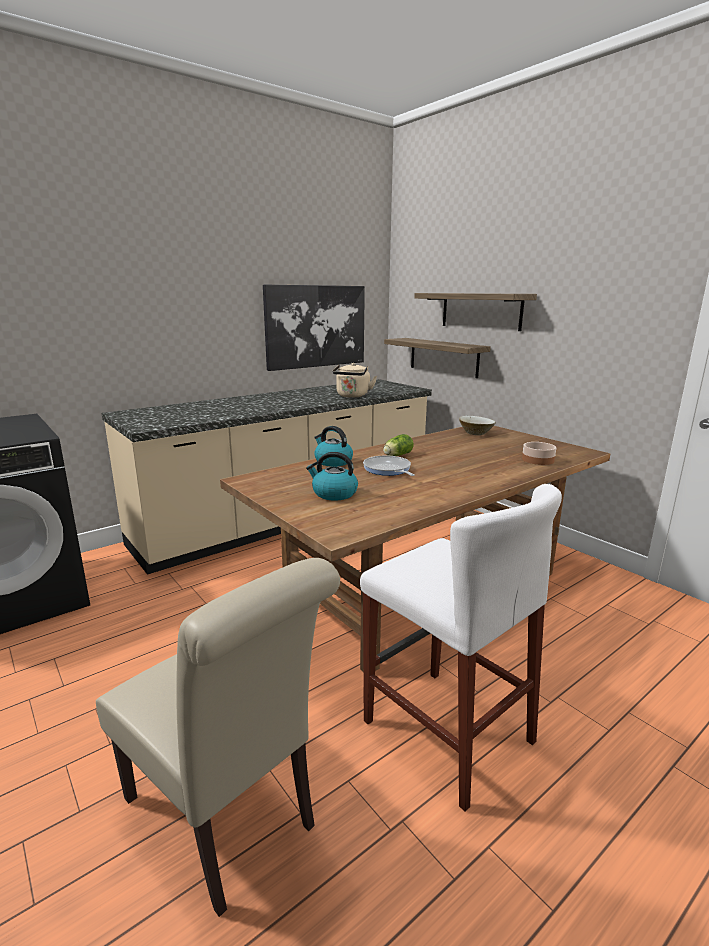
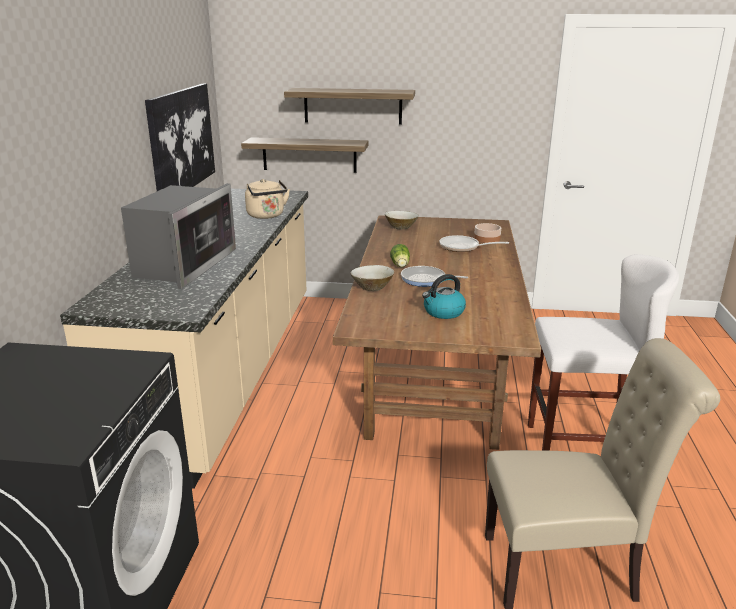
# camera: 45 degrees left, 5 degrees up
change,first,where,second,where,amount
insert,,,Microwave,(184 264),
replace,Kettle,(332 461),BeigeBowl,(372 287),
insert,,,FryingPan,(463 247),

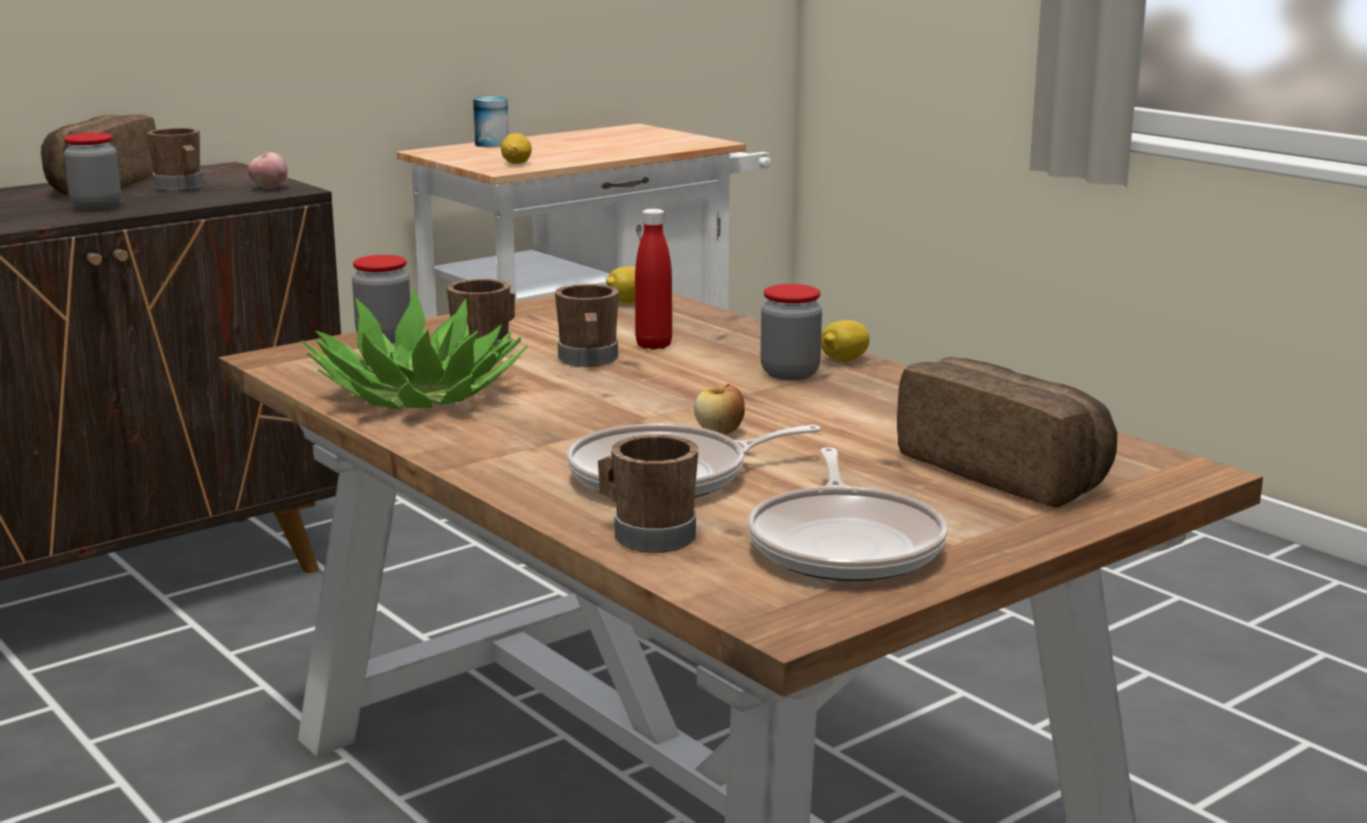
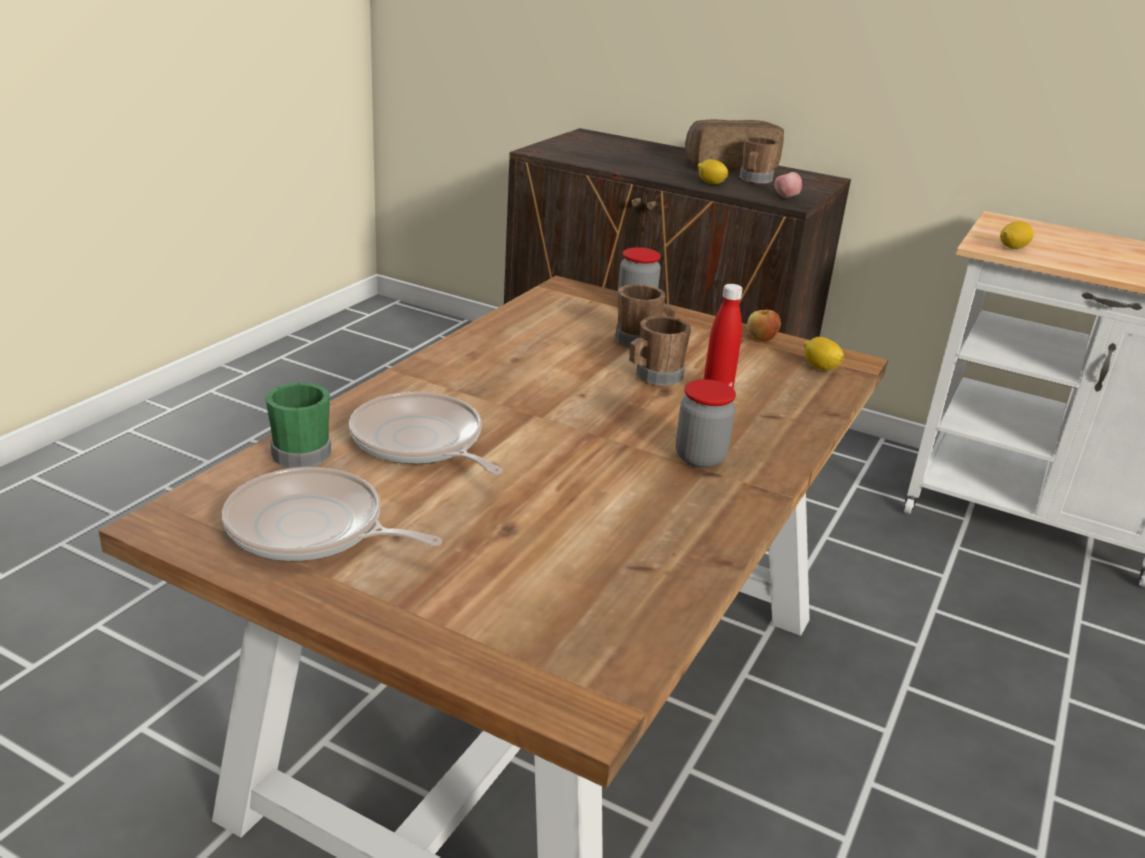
# camera: 65 degrees right, 10 degrees up
change,first,where,second,where,amount
rotate,FryingPan,(846 545),,(312 529),45 degrees clockwise
recolor,BrownMug,(646 535),GreenMug,(305 451),
move,Lemon,(844 360),,(711 183),
move,Apple,(719 432),,(761 338),
delete,Jar,(96 207),,,
delete,PottedPlant,(419 394),,,
delete,Can,(492 144),,,
delete,Bread,(1007 472),,,

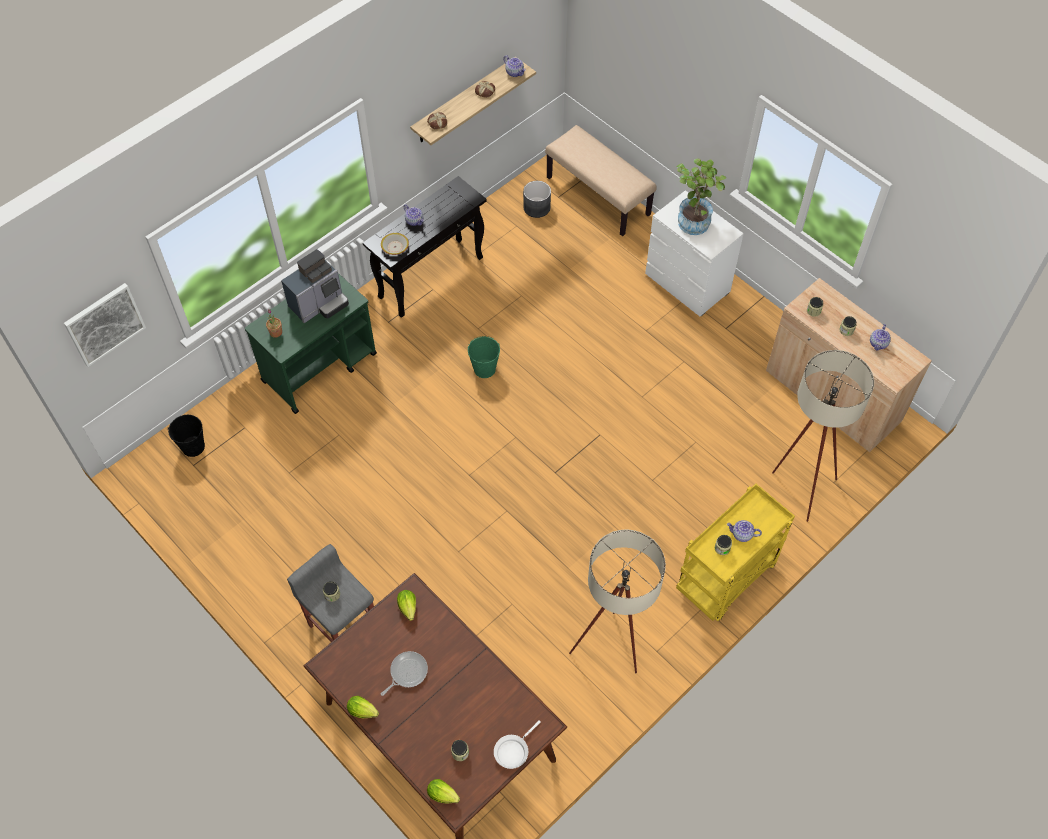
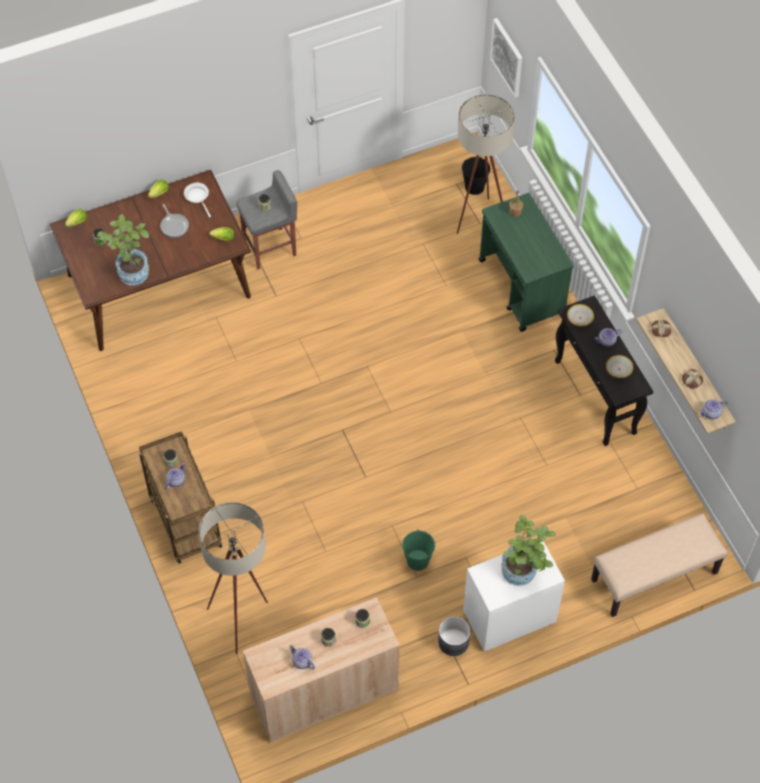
# camera: 110 degrees right, 0 degrees up
change,first,where,second,where,amount
insert,,,PottedPlant,(131 269),
recolor,YellowCart,(726 579),BrownCart,(184 521),
move,WhiteFryingPan,(513 750),,(198 197),
move,GreenBucket,(484 369),,(417 560),
move,GreyPlanter,(537 207),,(453 642),
move,BeigeFloorLamp,(612 652),,(478 224),
insert,,,Bowl,(619 369),
delete,CoffeeMachine,(319 304),,,

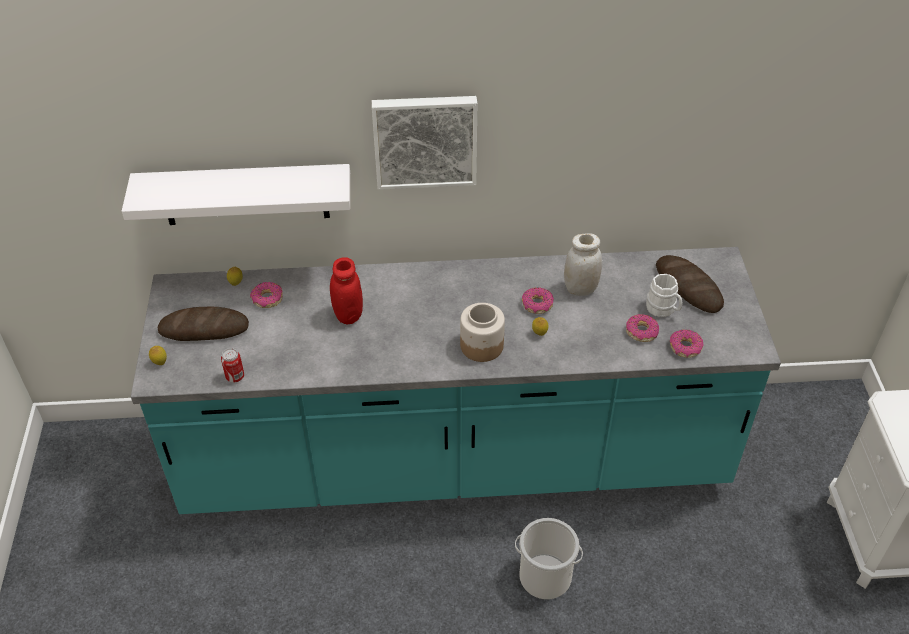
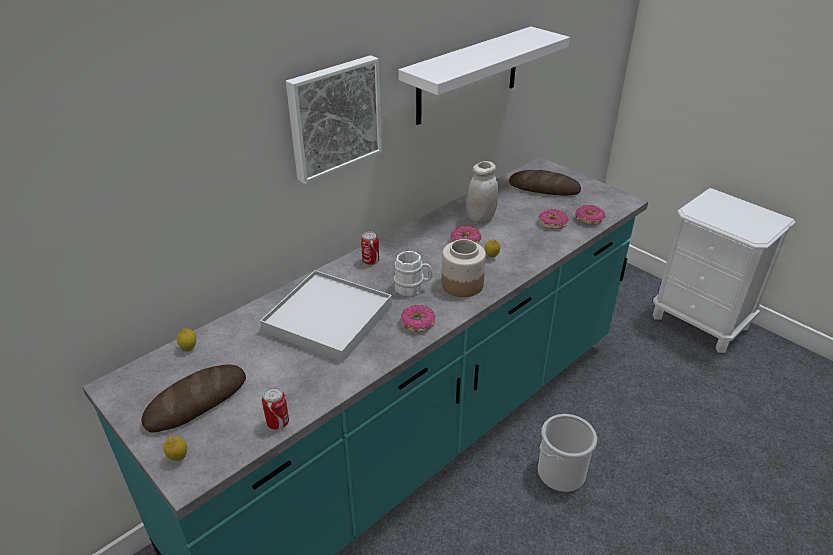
# camera: 40 degrees left, 10 degrees down
change,first,where,second,where,amount
replace,RedJar,(348 315),WhiteTray,(328 318),
insert,,,Can,(370 261),
move,WhiteMug,(663 310),,(413 288),
move,WhiteShelf,(245 194),,(468 75),
move,Donut,(267 299),,(417 323),

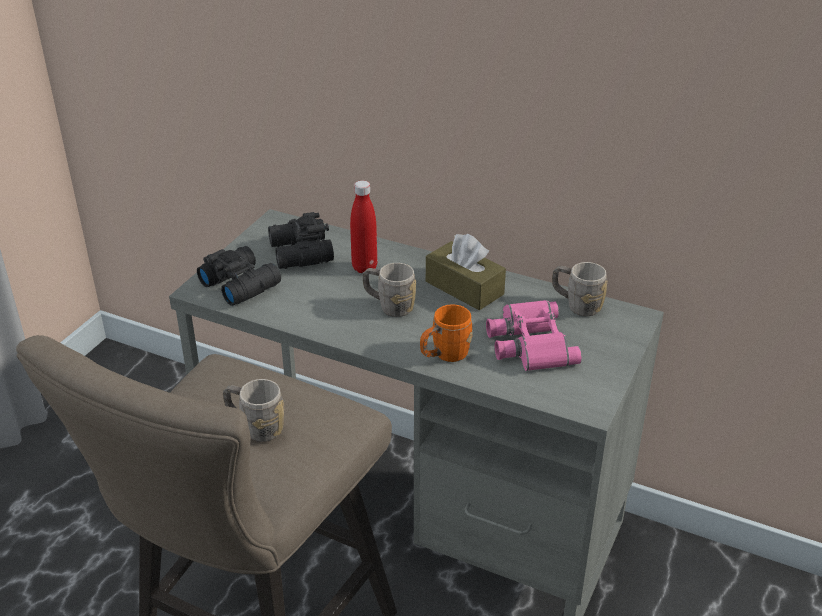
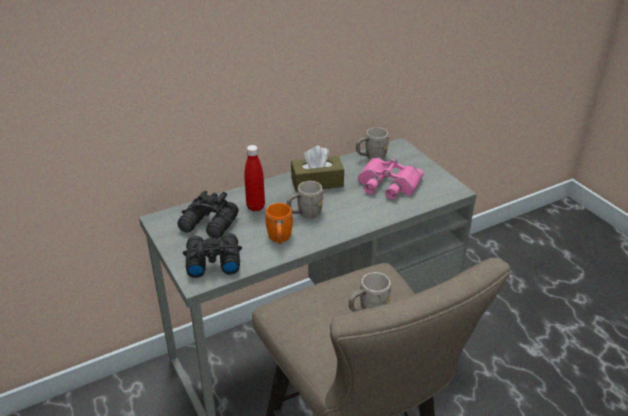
# camera: 55 degrees left, 0 degrees up
change,first,where,second,where,amount
move,OrangeMug,(445 355),,(279 239),

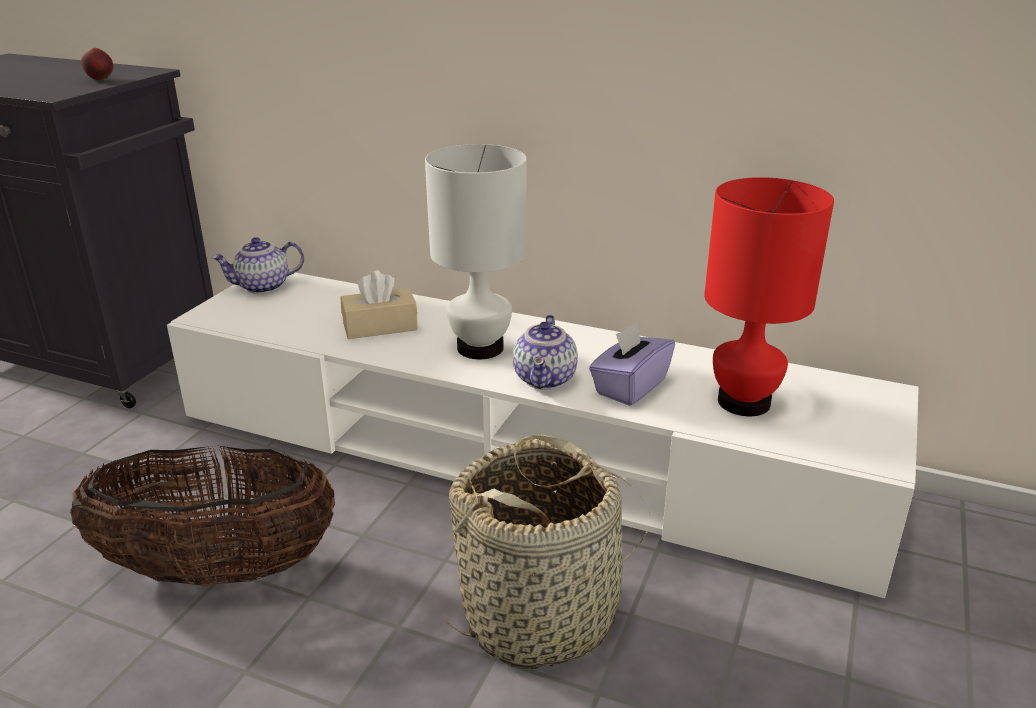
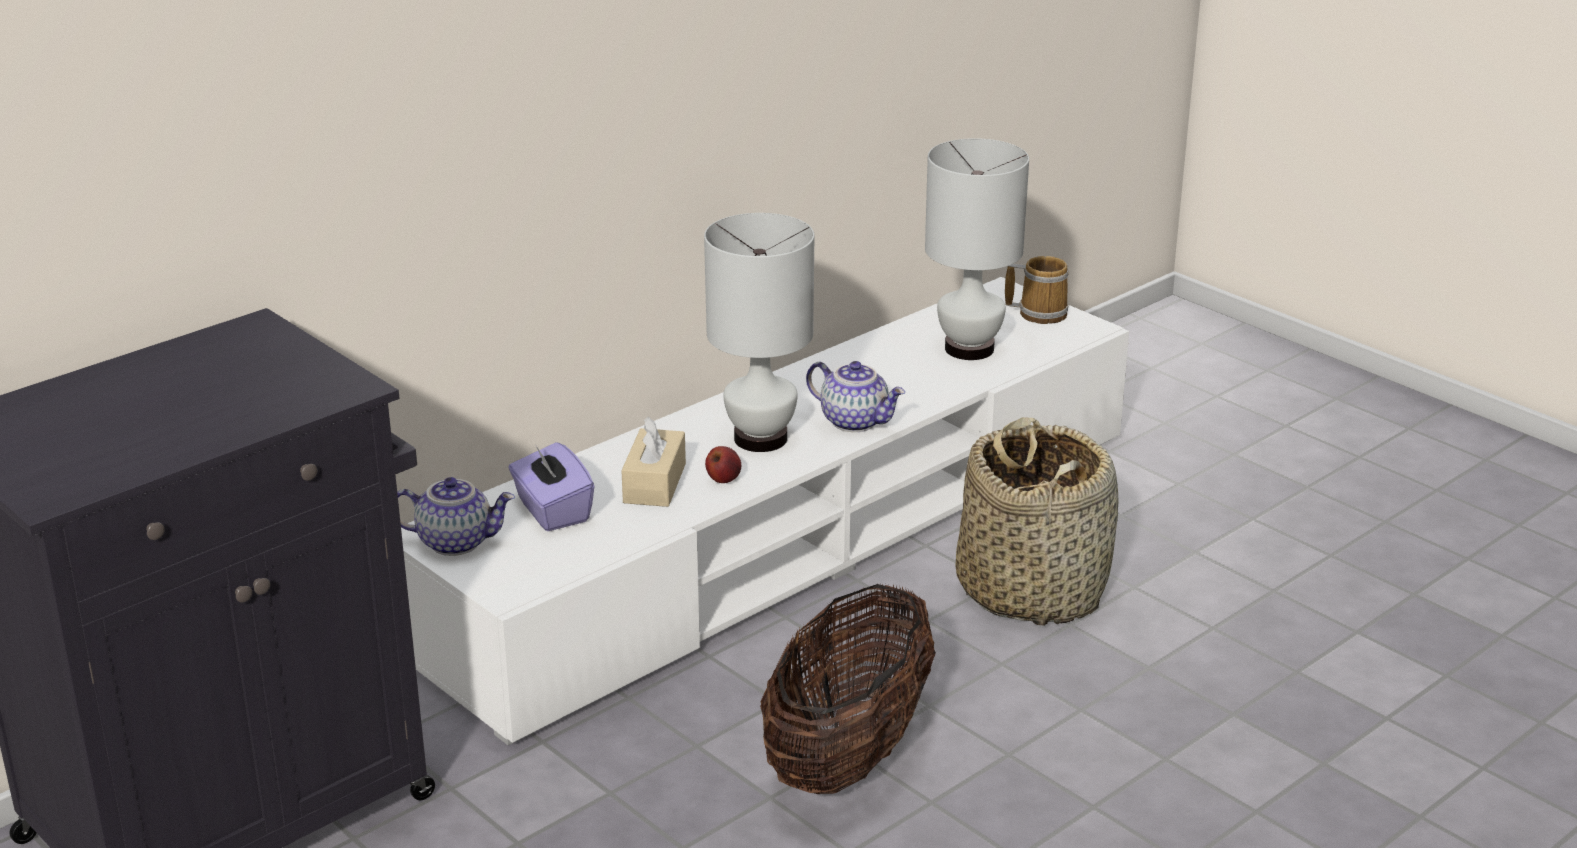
# camera: 65 degrees left, 0 degrees up
change,first,where,second,where,amount
rotate,Teapot,(262 287),,(456 541),90 degrees counterclockwise
move,PurpleTissueBox,(629 387),,(552 511),
move,Apple,(101 79),,(723 480),
recolor,RedTableLamp,(742 401),WhiteTableLamp,(968 349),
insert,,,Mug,(1039 313),

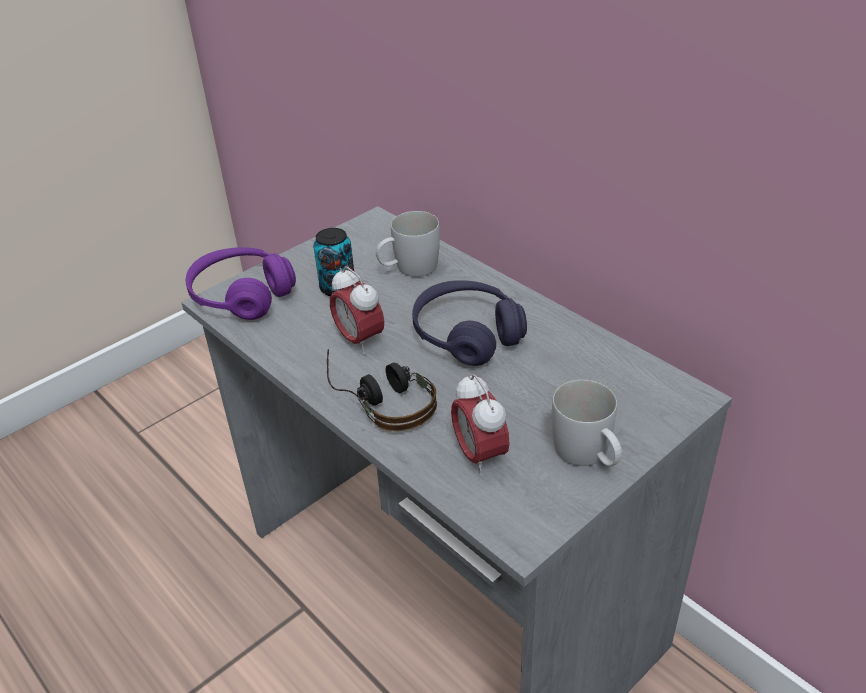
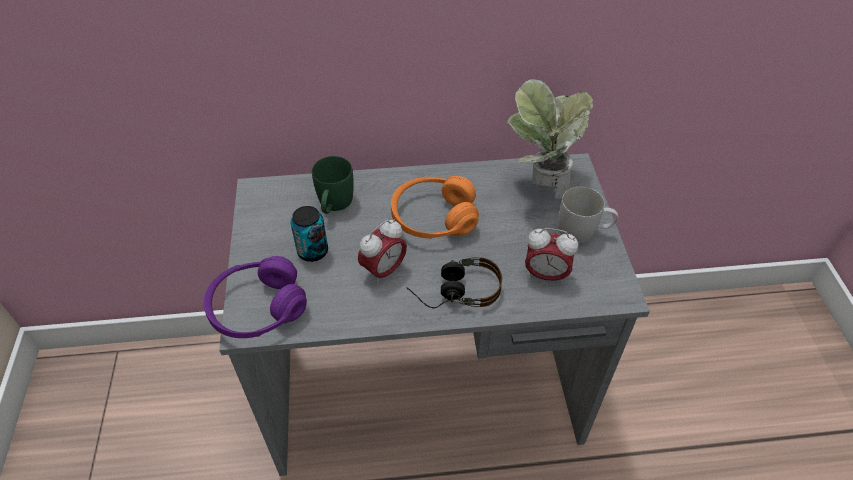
# camera: 55 degrees left, 10 degrees up
change,first,where,second,where,amount
recolor,WhiteMug,(408 269),GreenMug,(334 205),
rotate,AlarmClock,(359 340),,(384 271),45 degrees counterclockwise
recolor,PurpleHeadphones,(467 335),OrangeHeadphones,(434 218),
insert,,,PottedPlant,(539 185),

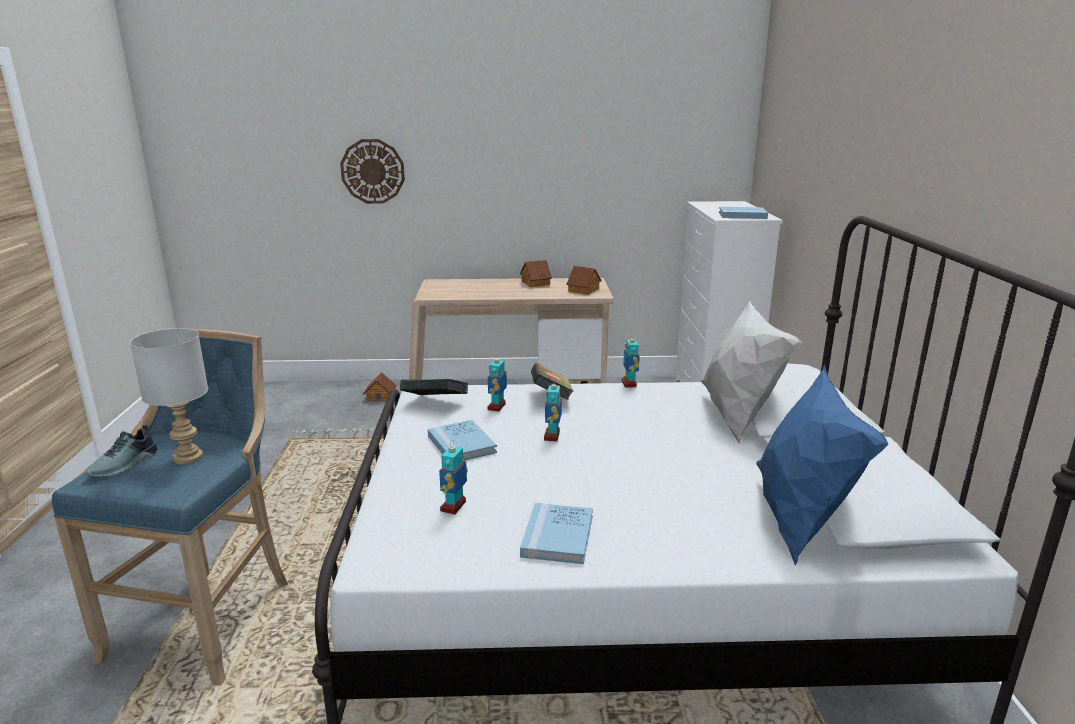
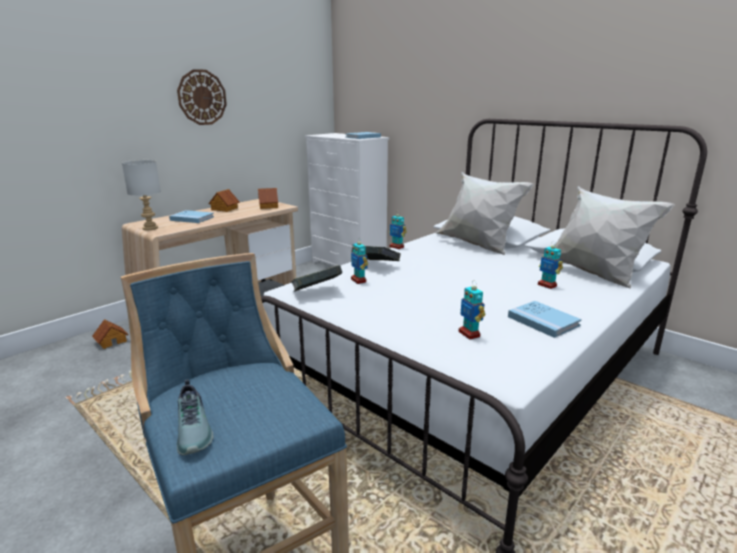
# camera: 45 degrees left, 0 degrees up
change,first,where,second,where,amount
move,GreyTableLamp,(187 458),,(150 228),
move,BlueBook,(461 444),,(192 218),
move,WallClock,(372 171),,(202 97),
move,ToyRobot,(552 436),,(547 285),
recolor,BluePillow,(798 523),WhitePillow,(594 274),

